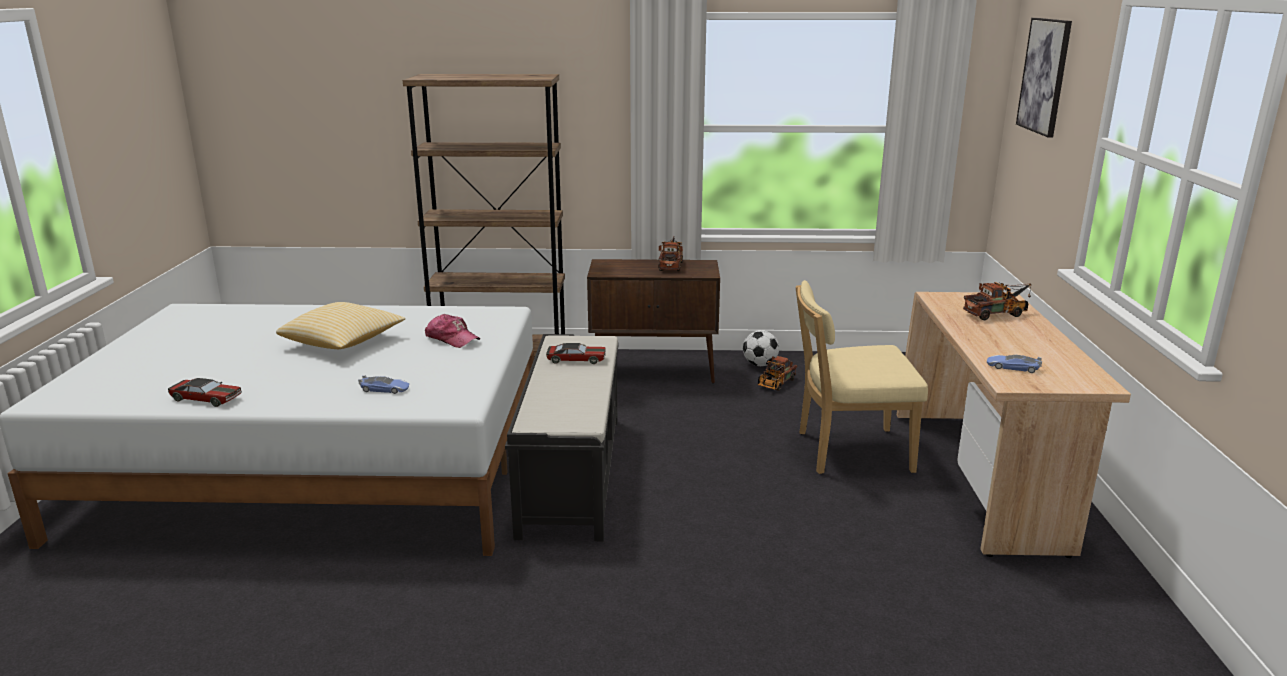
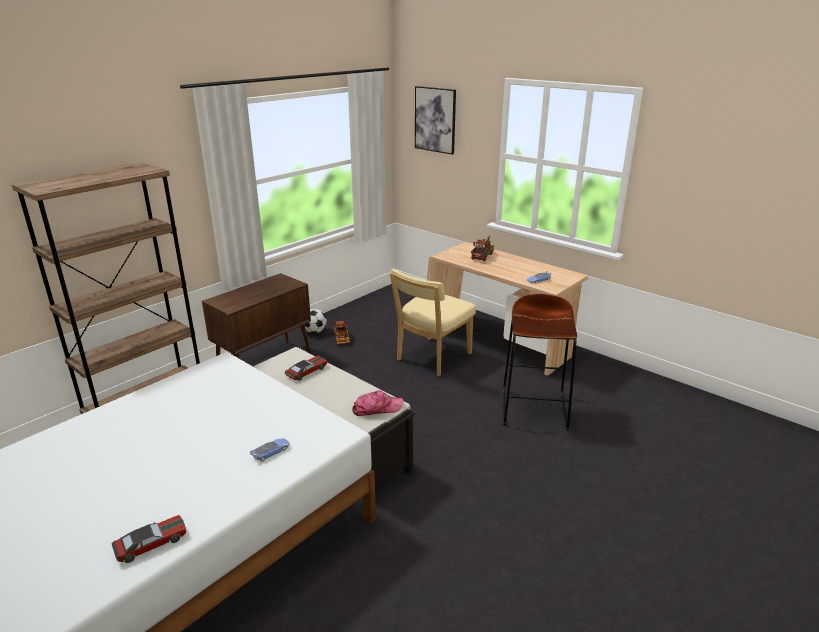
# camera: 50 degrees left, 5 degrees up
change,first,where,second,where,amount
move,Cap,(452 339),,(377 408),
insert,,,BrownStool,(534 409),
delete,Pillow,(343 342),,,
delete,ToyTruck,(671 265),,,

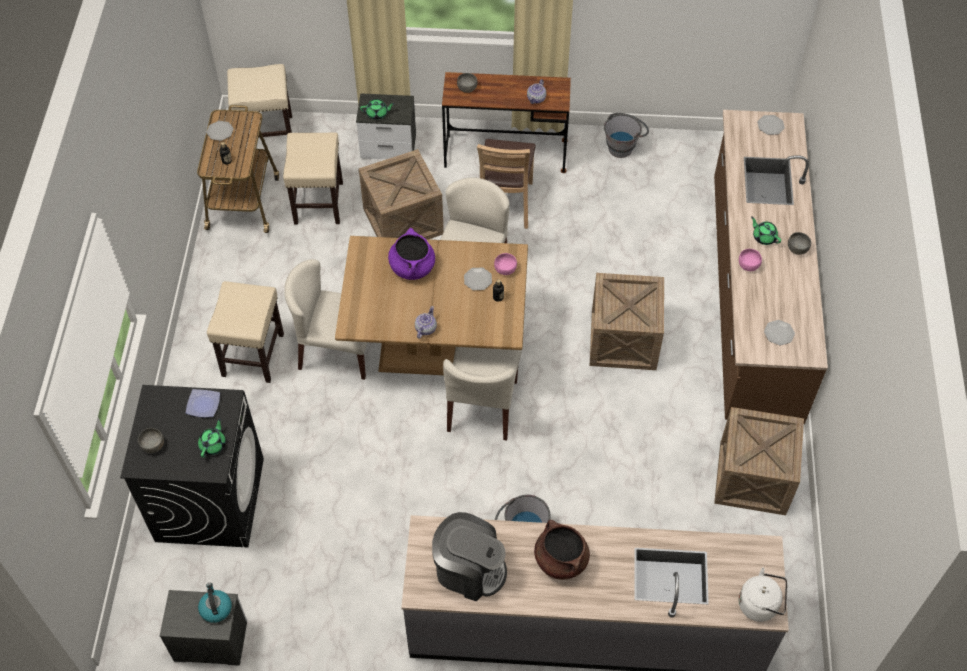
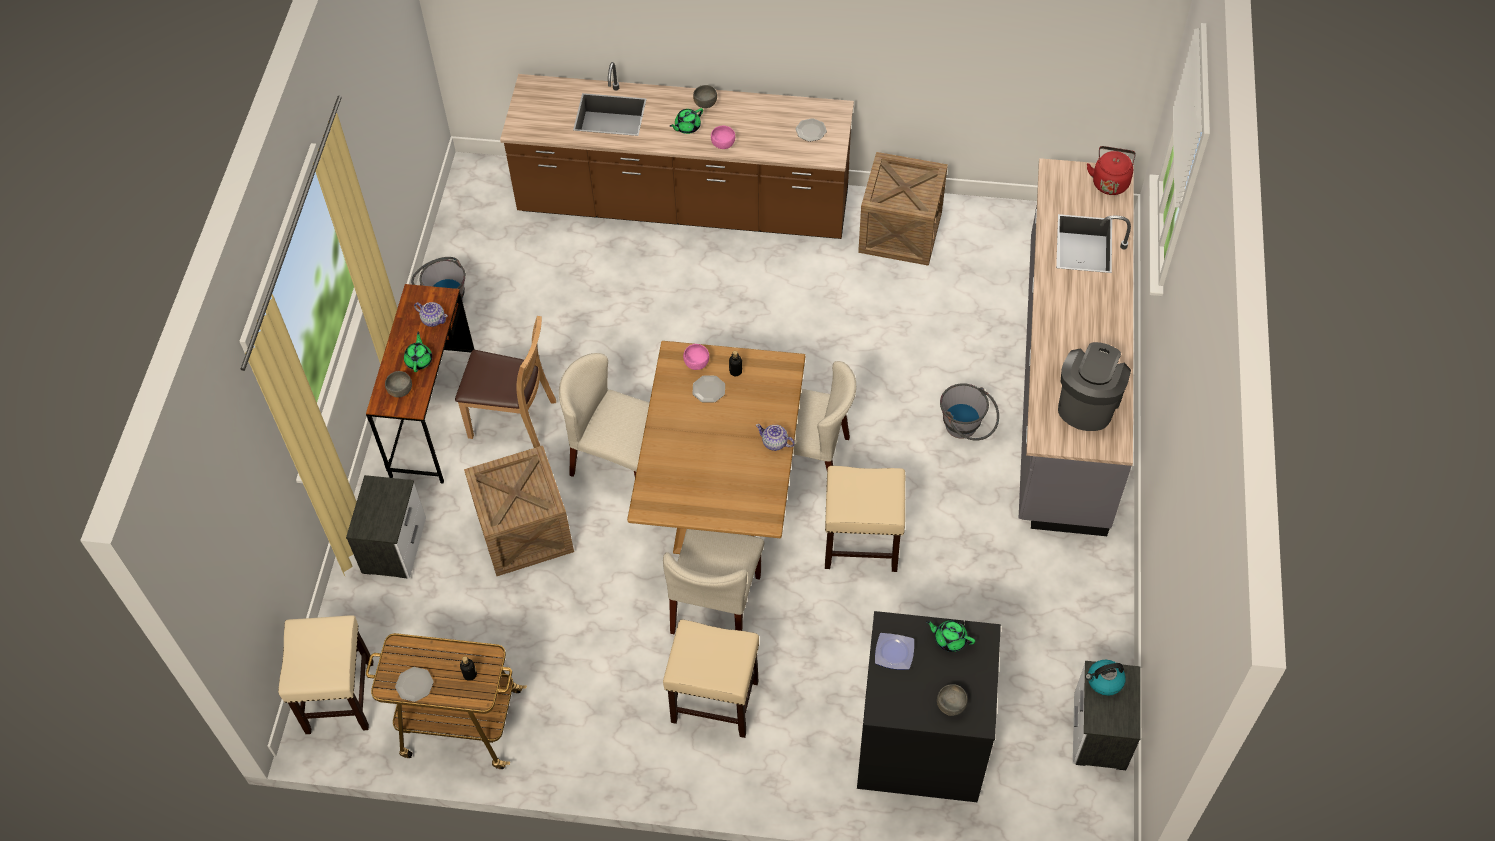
# camera: 85 degrees left, 0 degrees up
change,first,where,second,where,amount
move,GreenTeapot,(377 114),,(419 360),
move,BeigeStool,(318 203),,(862 544),
recolor,WhiteKettle,(760 604),RedKettle,(1110 181),
delete,PurpleCookingPot,(412 267),,,
delete,BrownCookingPot,(560 560),,,
delete,Crate,(623 340),,,
delete,Plate,(770 125),,,

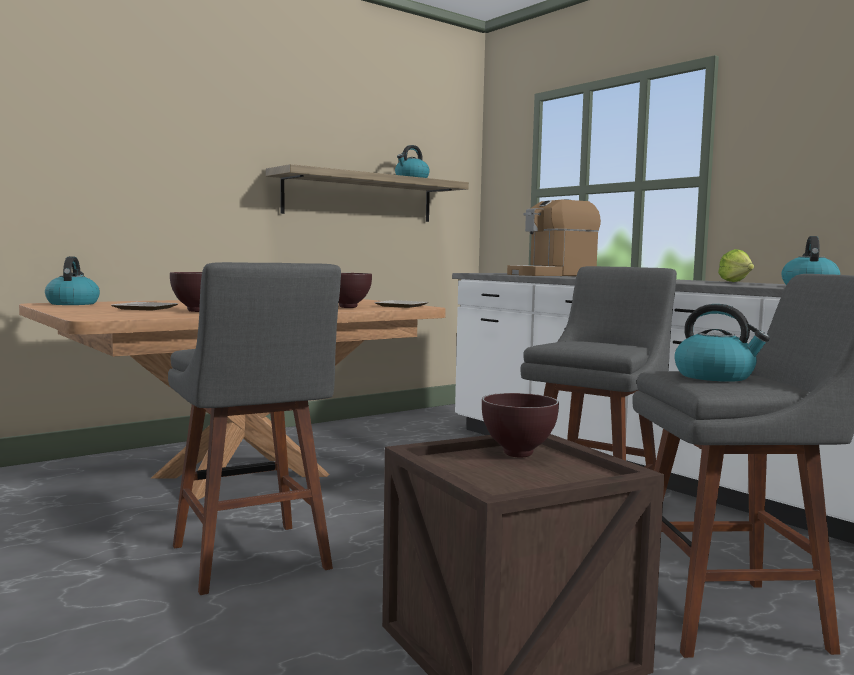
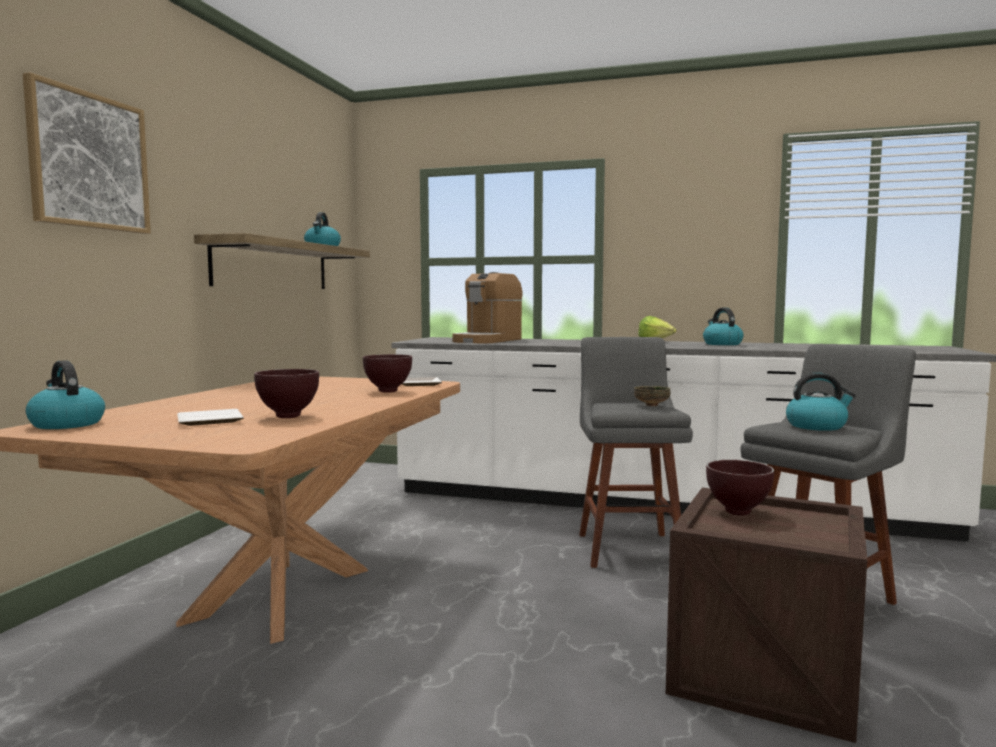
# camera: 35 degrees left, 0 degrees up
change,first,where,second,where,amount
insert,,,Picture,(89 161),
insert,,,Bowl,(652 405),
delete,GreyStool,(252 560),,,

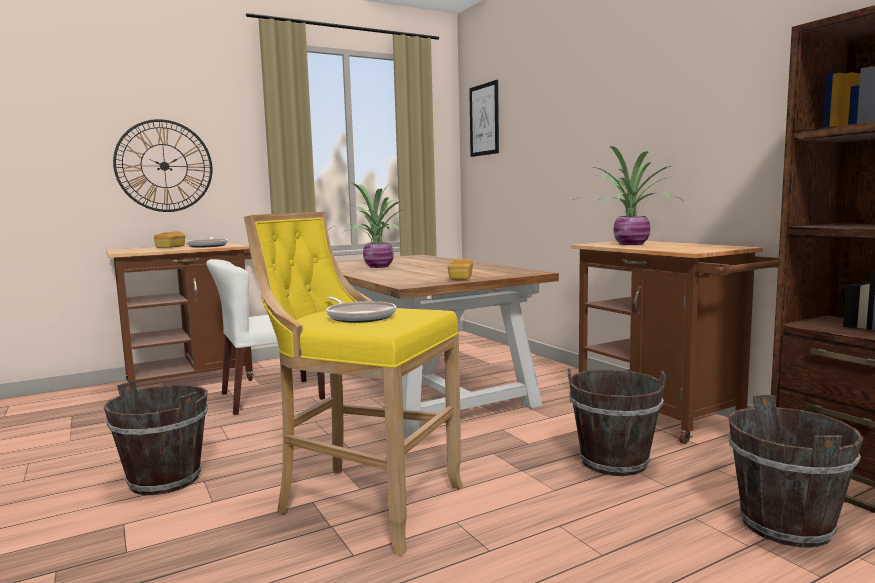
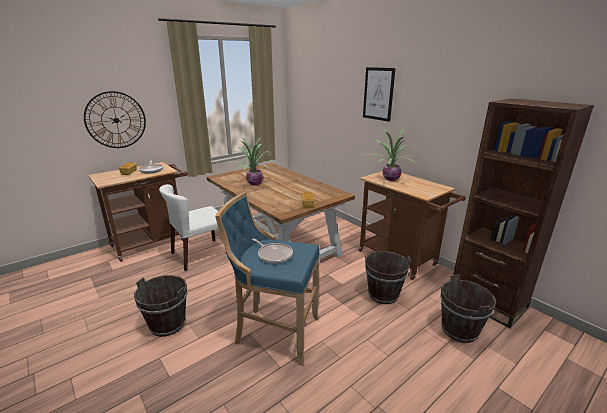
# camera: 10 degrees left, 15 degrees up
change,first,where,second,where,amount
recolor,YellowStool,(363 502),BlueStool,(274 332),
move,Picture,(484 119),,(378 94),

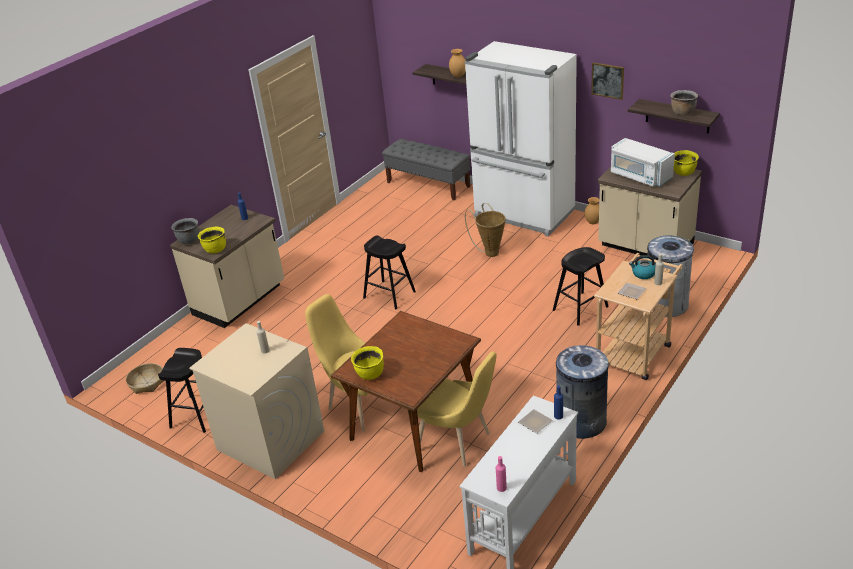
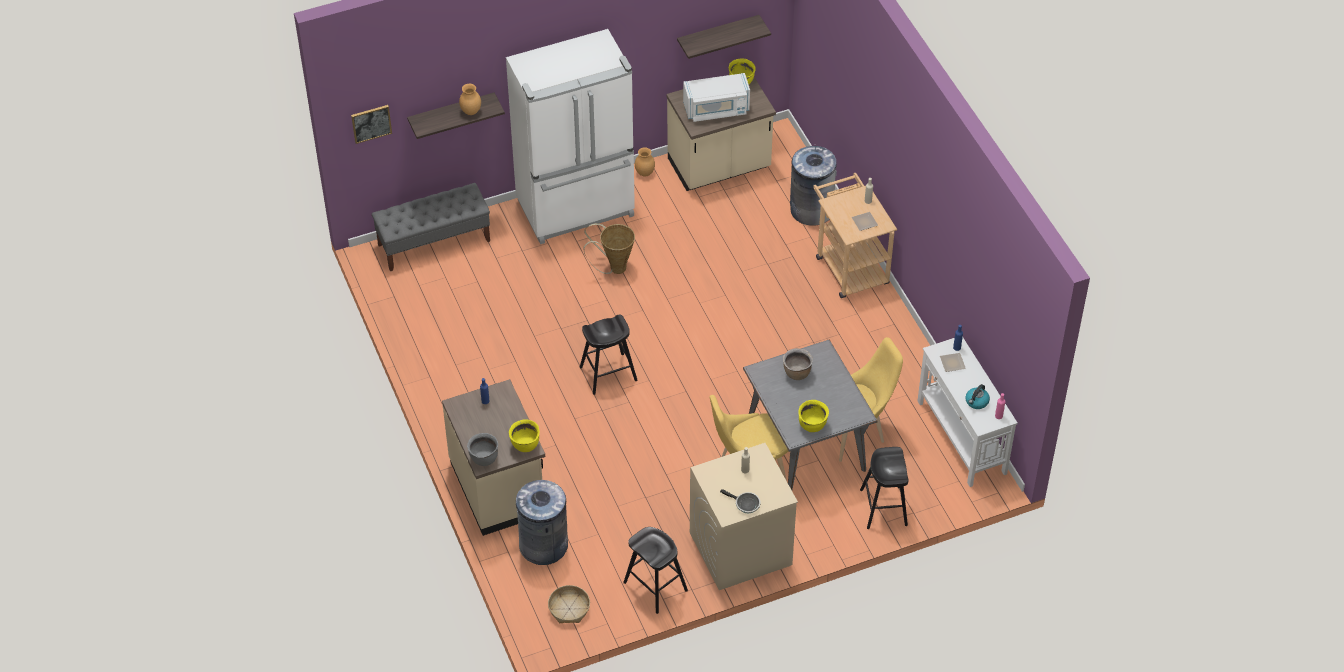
# camera: 60 degrees left, 15 degrees up
change,first,where,second,where,amount
move,Picture,(608 80),,(371 123),
move,GreyTrashCan,(581 421),,(543 545),
insert,,,FryingPan,(745 504),
recolor,BrownDiningTable,(415 422),GreyDiningTable,(806 446),
move,BrownCookingPot,(682 112),,(796 373),
move,BlackStool,(580 308),,(883 507),
move,Kettle,(643 274),,(976 402),

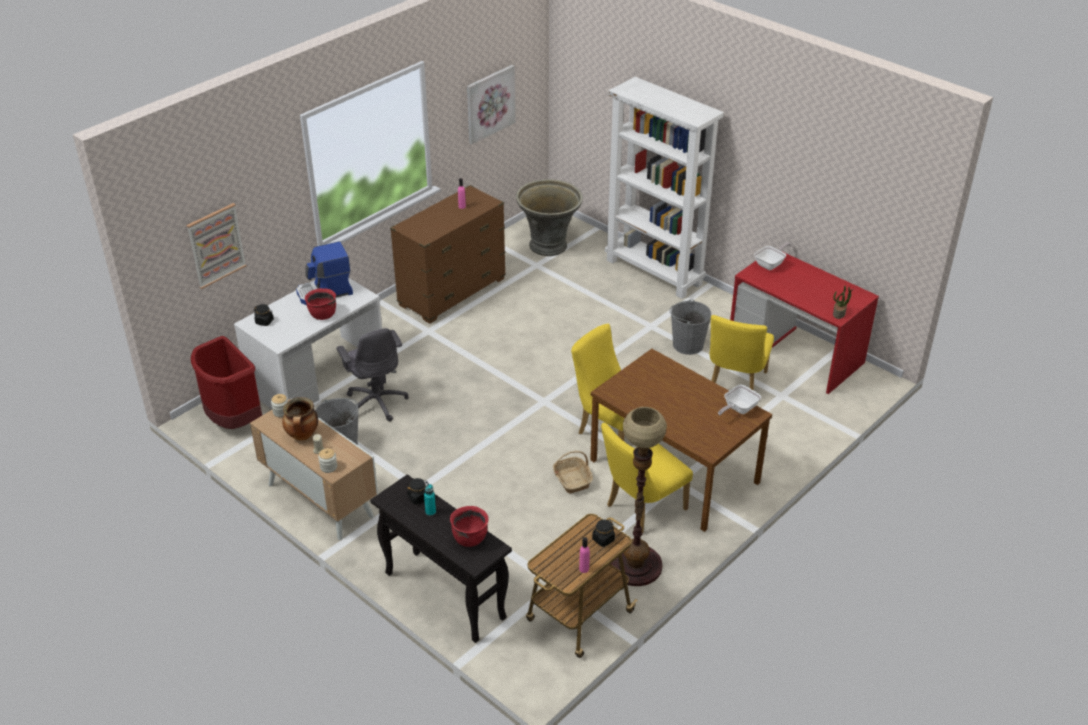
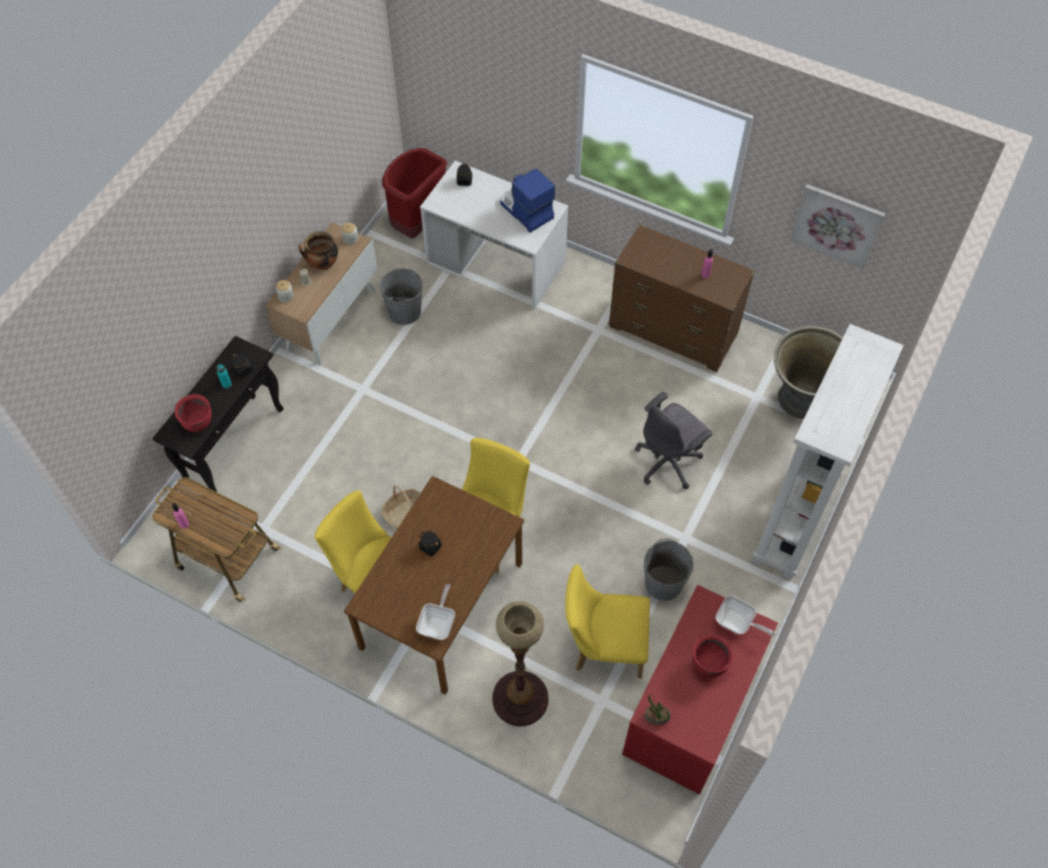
# camera: 75 degrees right, 20 degrees up
change,first,where,second,where,amount
rotate,FryingPan,(738 409),,(438 623),75 degrees clockwise
move,BlackJar,(603 539),,(430 546),
move,FloorLamp,(635 565),,(520 699),
move,GreyOfficeChair,(376 402),,(669 461),
move,RedCookingPot,(322 315),,(708 664),
delete,Picture,(216 245),,,

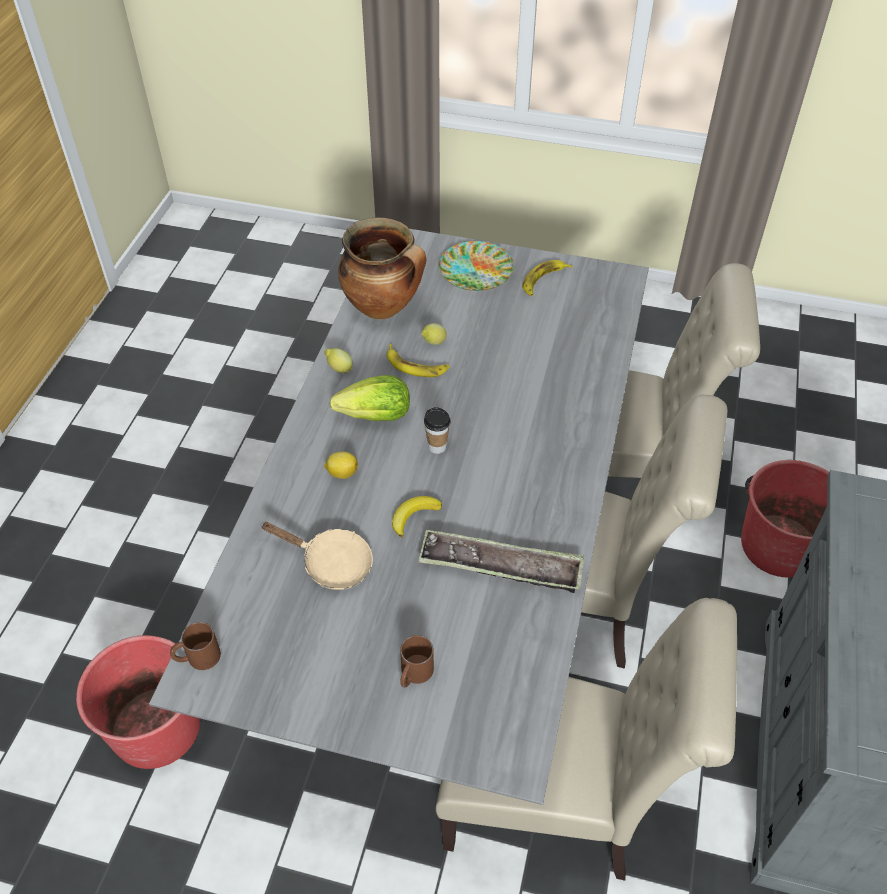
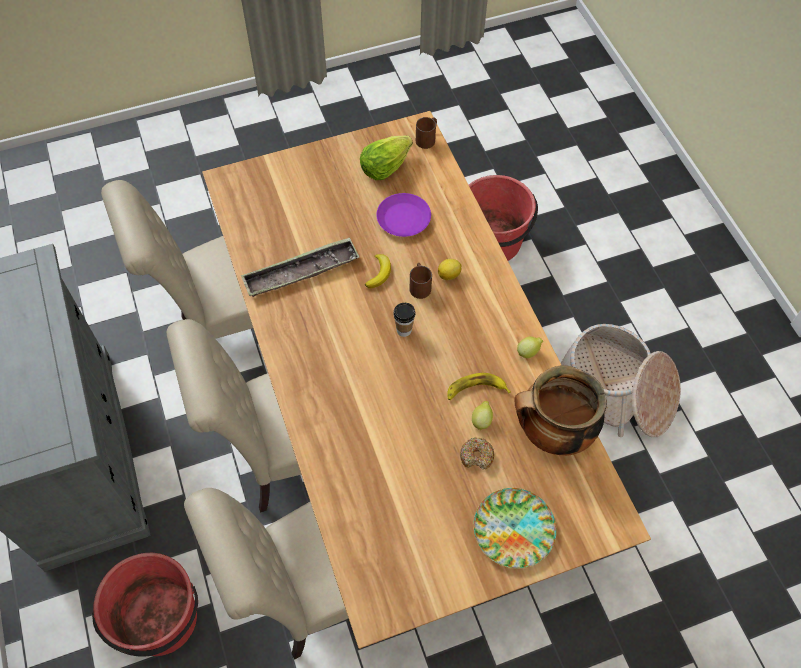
# camera: 145 degrees right, 10 degrees up
change,first,where,second,where,amount
recolor,GreyDiningTable,(443 584),BrownDiningTable,(399 422),
move,Lettuce,(376 416),,(384 167),
replace,BeigeFryingPan,(331 563),PurplePlate,(403 218),
move,BrownMug,(414 674),,(419 285),
insert,,,Donut,(476 456),
insert,,,Basket,(614 392),
delete,Banana,(543 280),,,

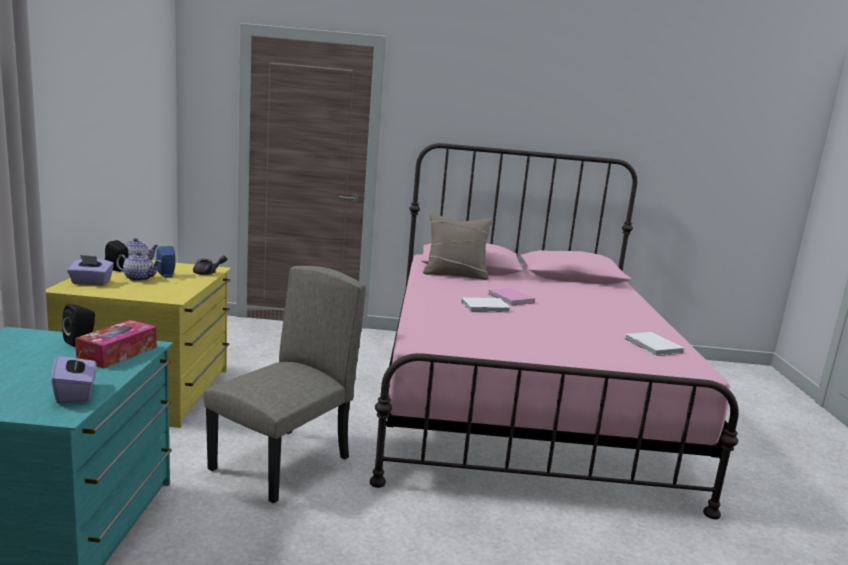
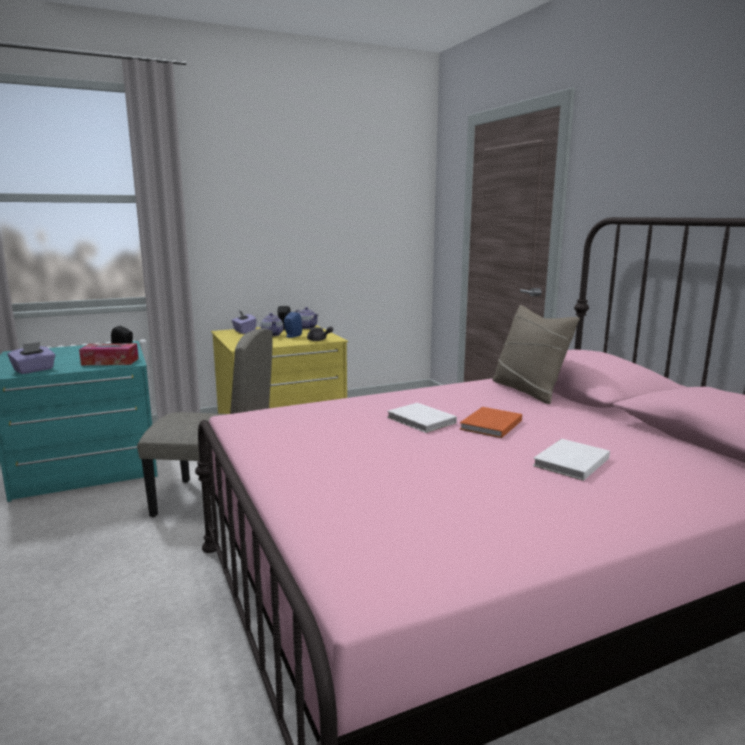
# camera: 65 degrees right, 0 degrees up
change,first,where,second,where,amount
recolor,PinkBook,(510 299),OrangeBook,(489 425),
move,WhiteBook,(653 346),,(569 462),

